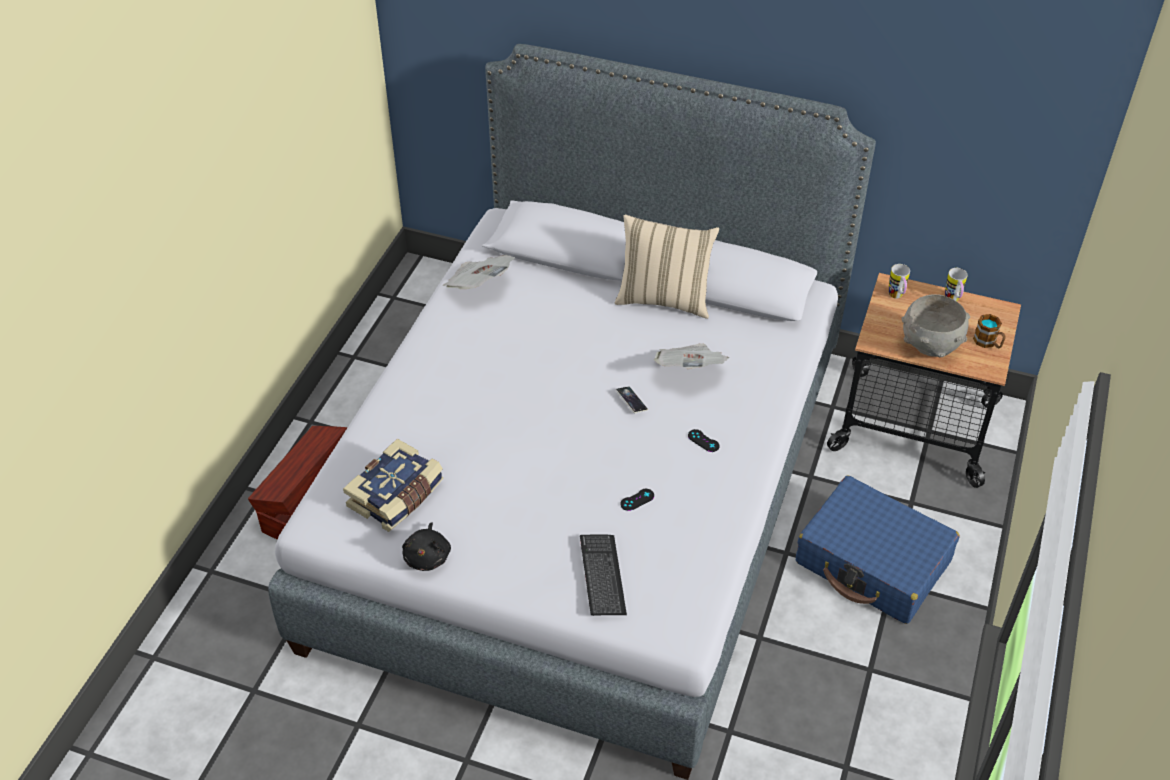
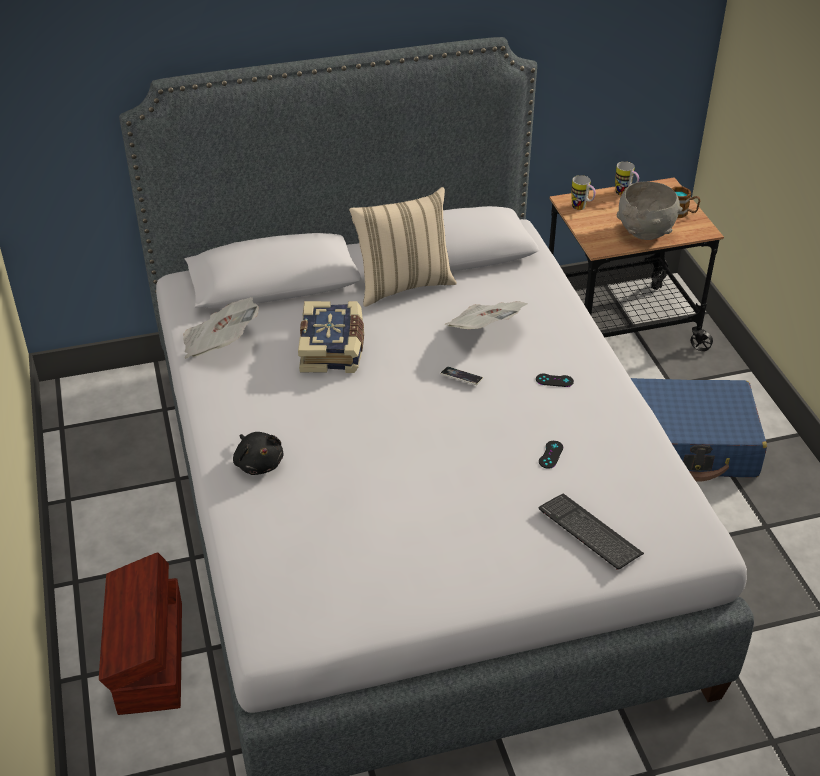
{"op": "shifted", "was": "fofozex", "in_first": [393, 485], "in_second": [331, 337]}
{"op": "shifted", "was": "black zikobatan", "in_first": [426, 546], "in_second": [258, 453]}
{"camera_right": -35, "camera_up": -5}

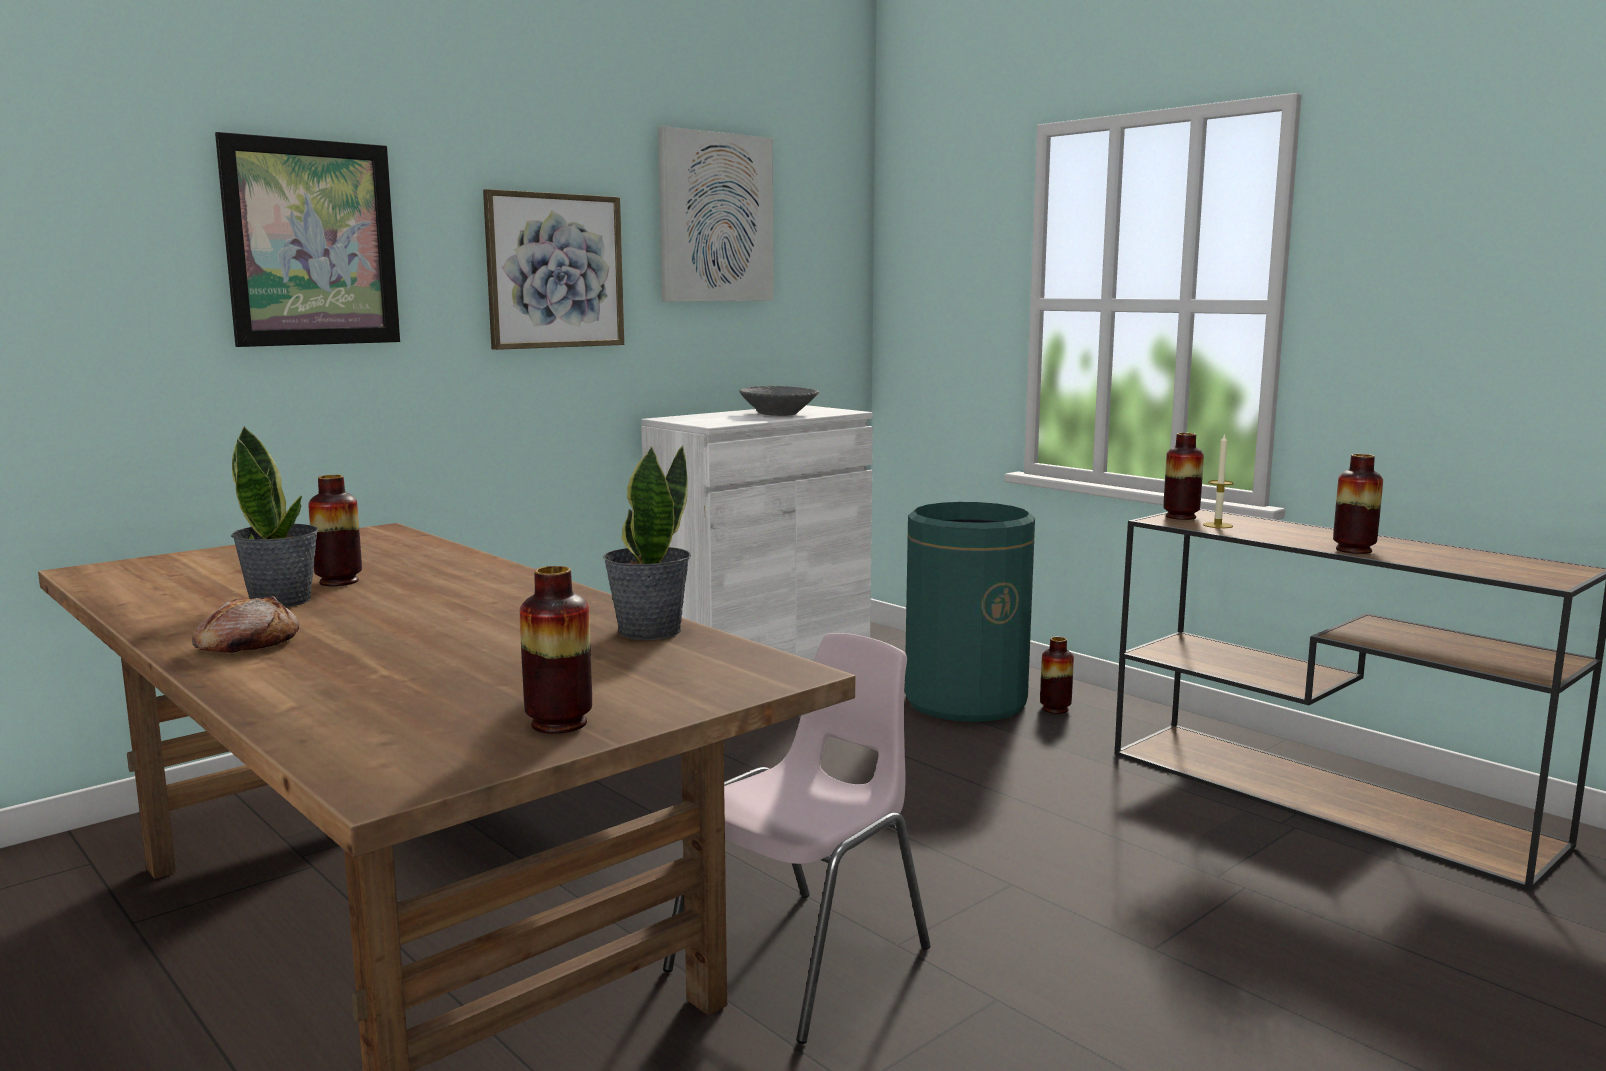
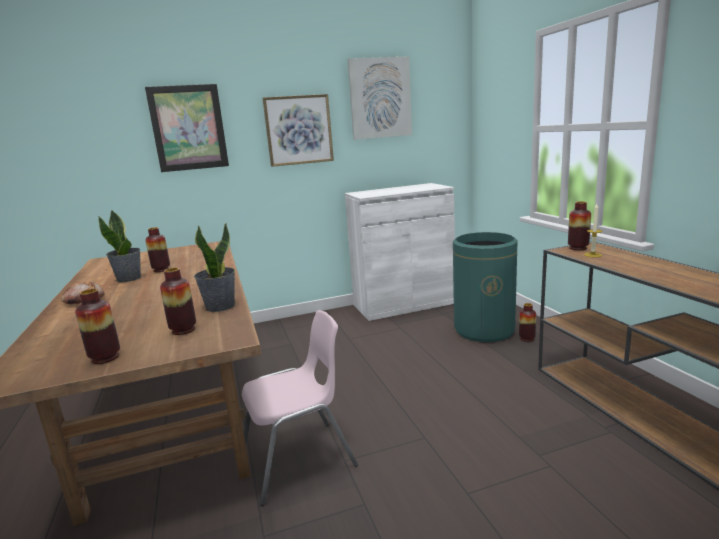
{"op": "gone", "was": "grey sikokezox", "in_first": [779, 401]}
{"op": "shifted", "was": "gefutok", "in_first": [1358, 504], "in_second": [178, 301]}
{"camera_right": 25, "camera_up": 5}

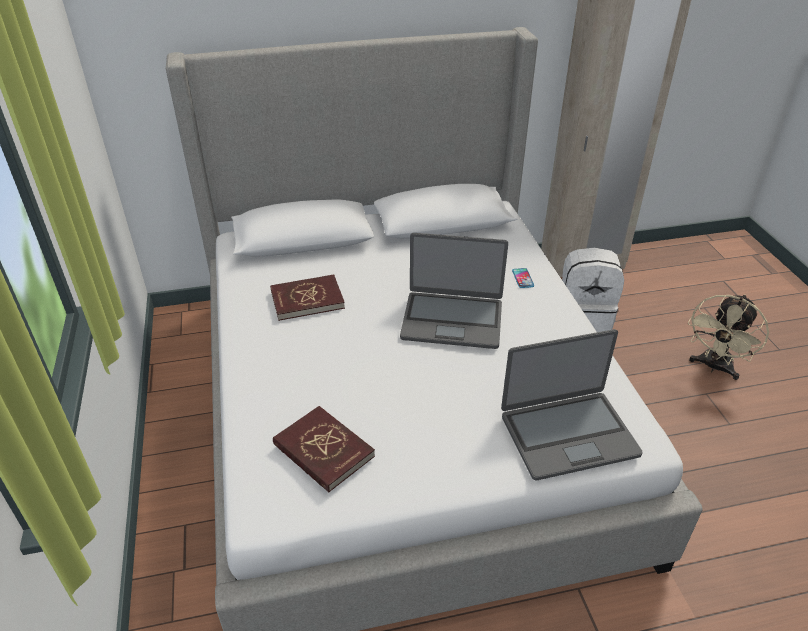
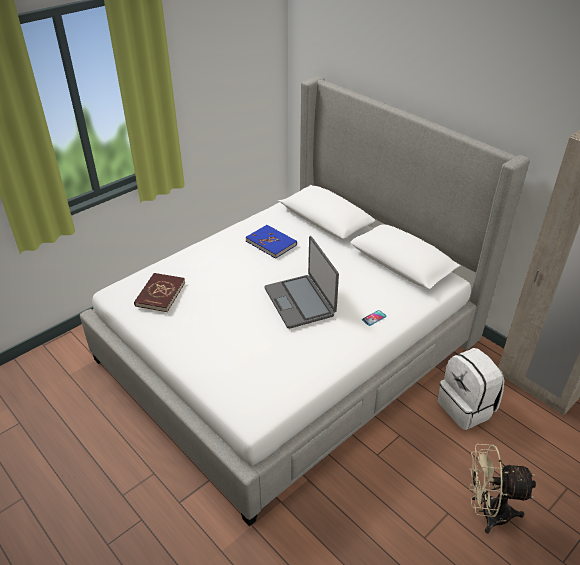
{"op": "gone", "was": "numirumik", "in_first": [572, 404]}
{"op": "repainted", "was": "red fofozex", "now": "blue fofozex", "in_first": [307, 298], "in_second": [271, 242]}
{"camera_right": 60, "camera_up": 0}

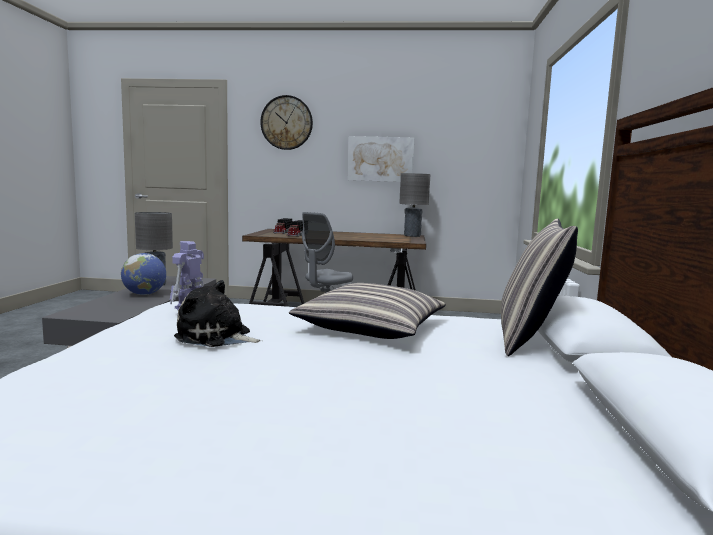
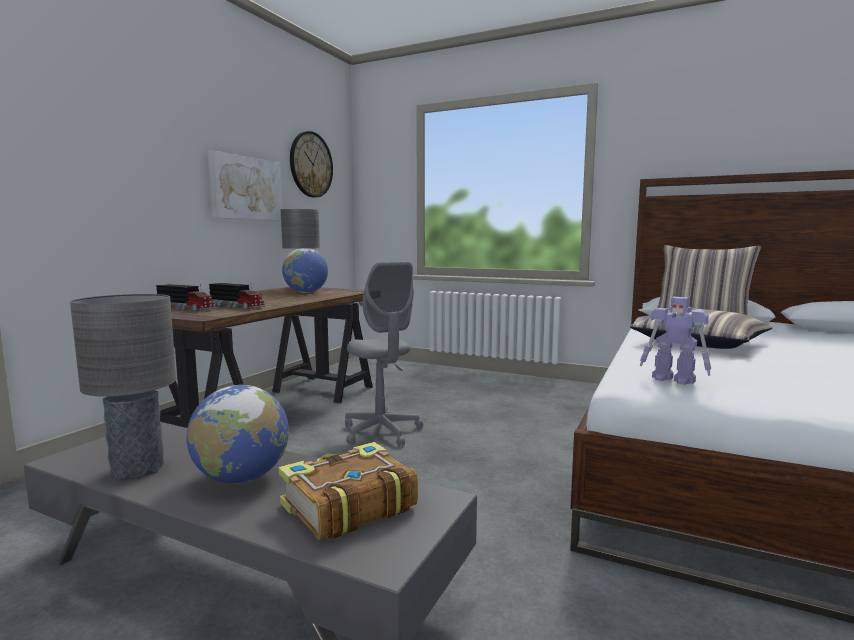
{"op": "gone", "was": "zikobatan", "in_first": [218, 313]}
{"op": "new", "now": "fofozex", "in_second": [348, 491]}
{"op": "new", "now": "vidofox", "in_second": [305, 270]}
{"op": "shifted", "was": "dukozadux", "in_first": [286, 122], "in_second": [311, 164]}
{"camera_right": -70, "camera_up": 0}

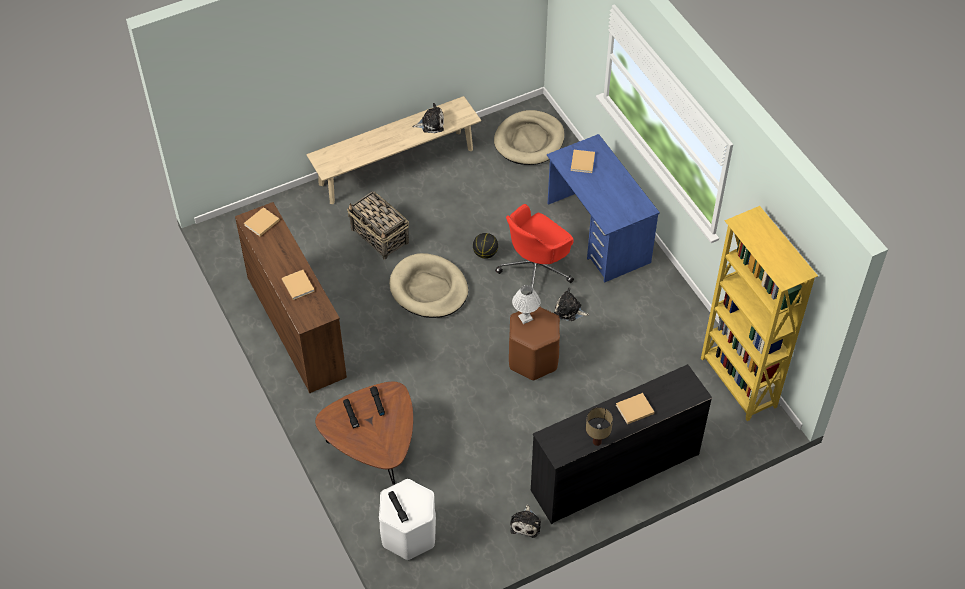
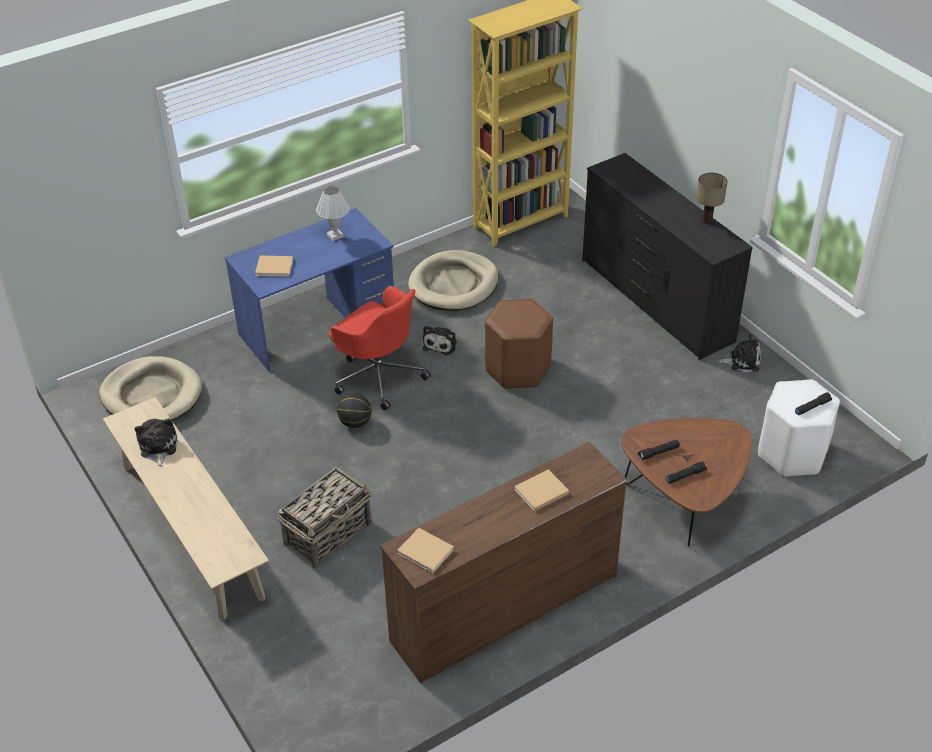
{"op": "gone", "was": "beige fofozex", "in_first": [635, 408]}
{"op": "shifted", "was": "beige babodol", "in_first": [428, 285], "in_second": [453, 280]}
{"op": "shifted", "was": "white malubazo", "in_first": [526, 304], "in_second": [333, 213]}
{"camera_right": -95, "camera_up": -10}

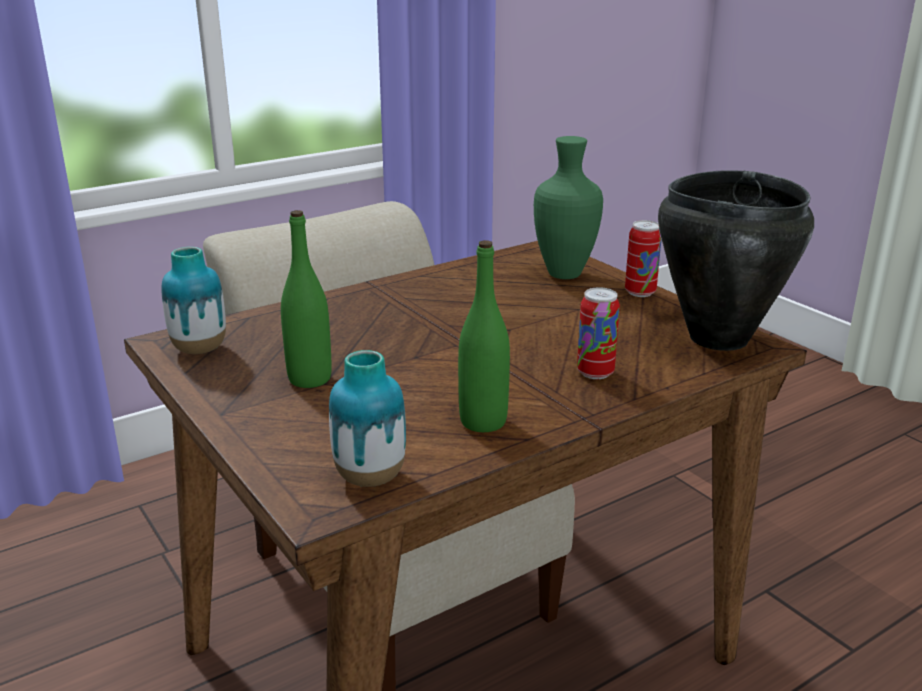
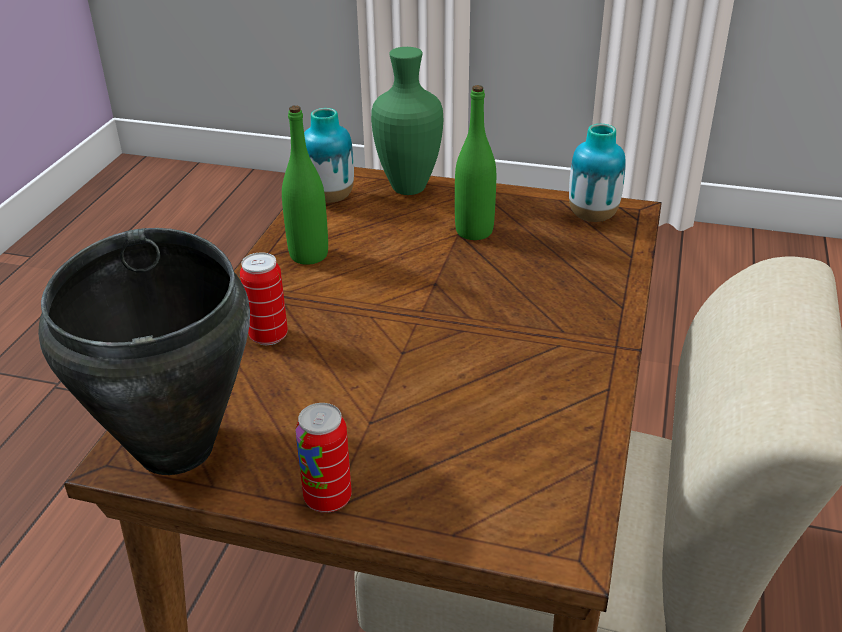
{"op": "shifted", "was": "green gefutok", "in_first": [568, 207], "in_second": [407, 121]}
{"camera_right": 140, "camera_up": 10}

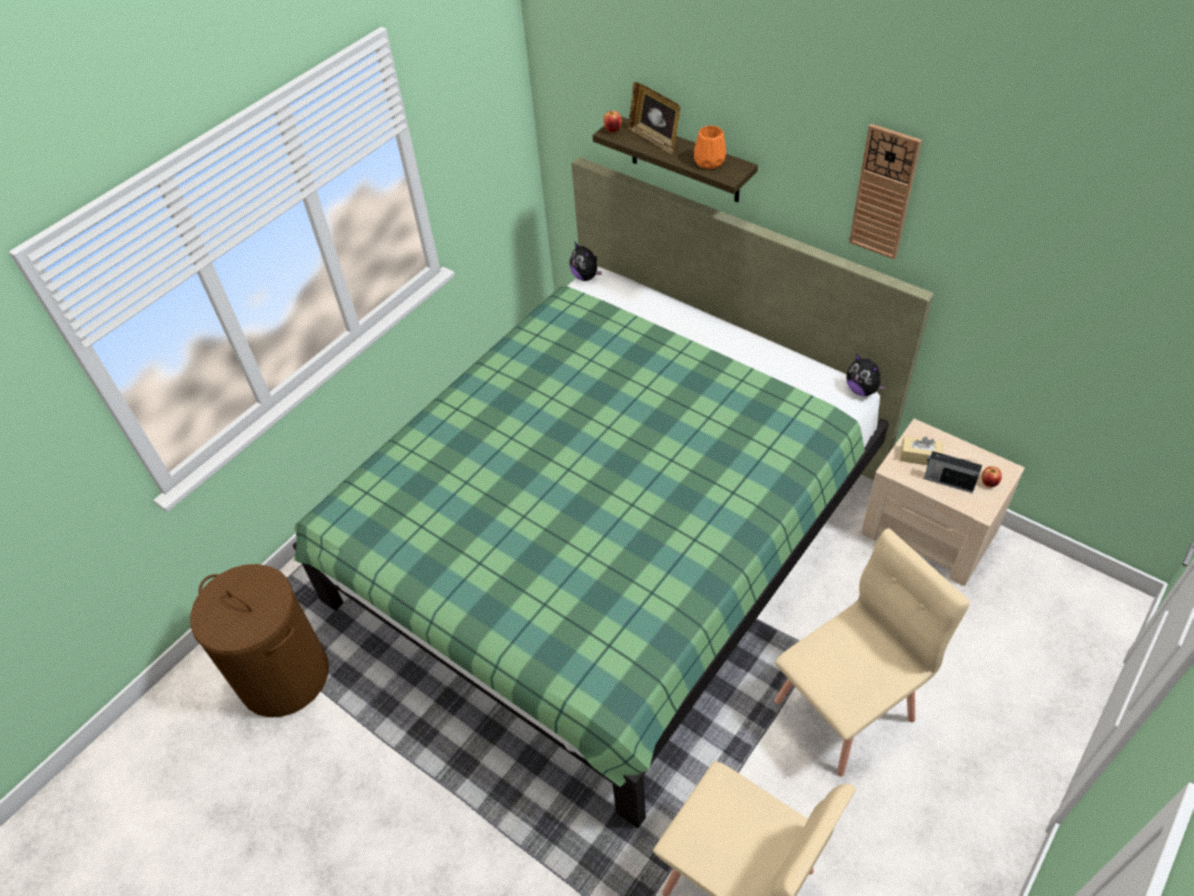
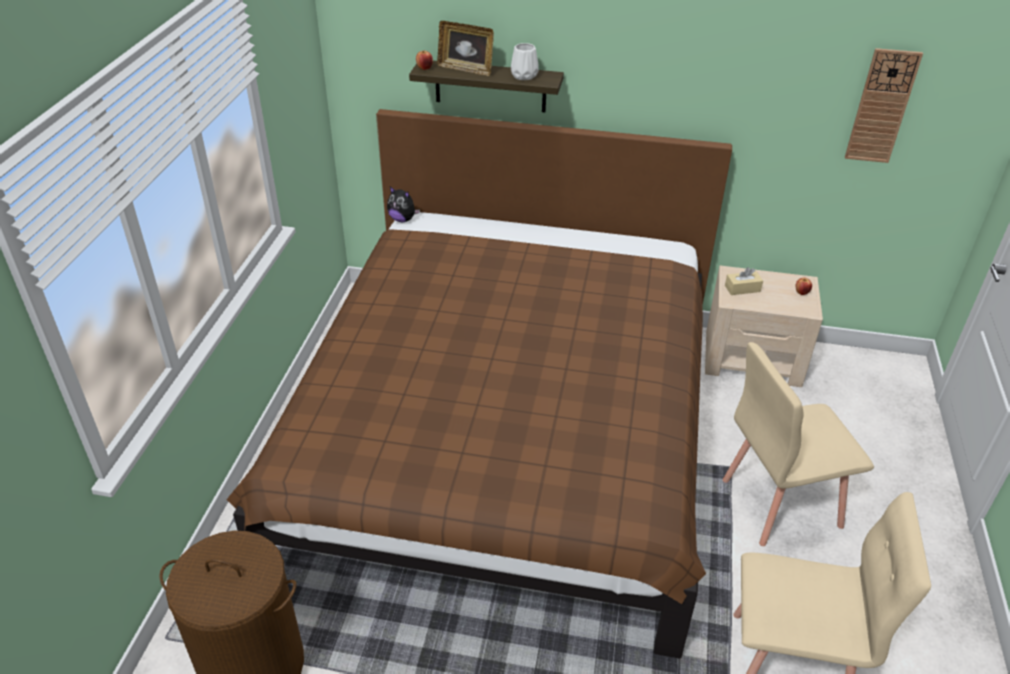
{"op": "gone", "was": "zikobatan", "in_first": [866, 374]}
{"op": "gone", "was": "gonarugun", "in_first": [953, 472]}
{"op": "shifted", "was": "dukozadux", "in_first": [885, 192], "in_second": [884, 105]}
{"op": "repainted", "was": "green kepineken", "now": "brown kepineken", "in_first": [613, 492], "in_second": [479, 384]}
{"op": "repainted", "was": "orange gefutok", "now": "white gefutok", "in_first": [710, 147], "in_second": [524, 61]}
{"op": "rotated", "was": "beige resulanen", "in_first": [872, 652], "in_second": [798, 444], "clockwise": -135}
{"camera_right": -30, "camera_up": -10}

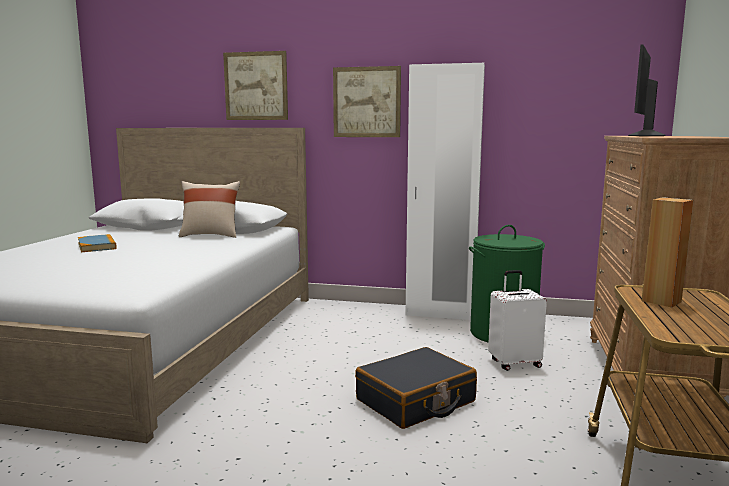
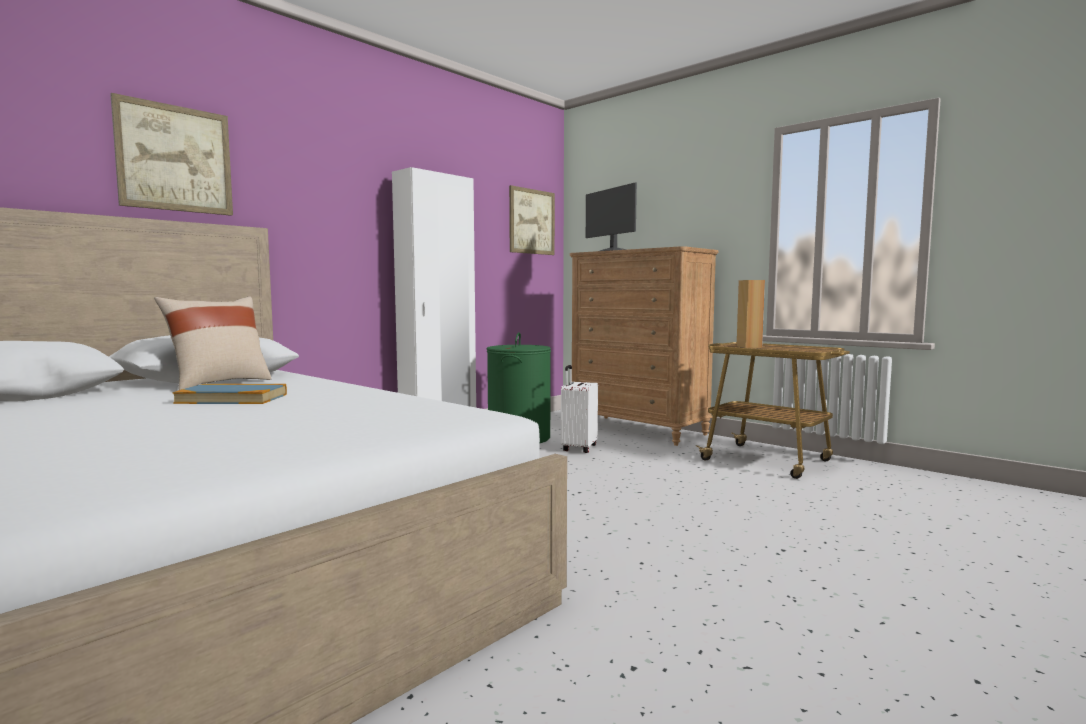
{"op": "gone", "was": "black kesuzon", "in_first": [416, 388]}
{"op": "shifted", "was": "fofozex", "in_first": [97, 243], "in_second": [230, 394]}
{"op": "shifted", "was": "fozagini", "in_first": [367, 101], "in_second": [532, 220]}
{"camera_right": -60, "camera_up": -5}

